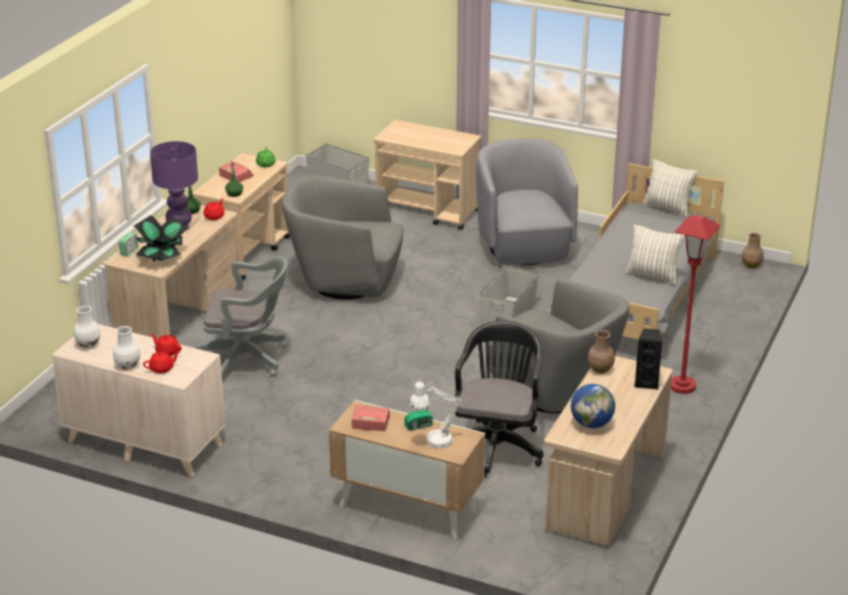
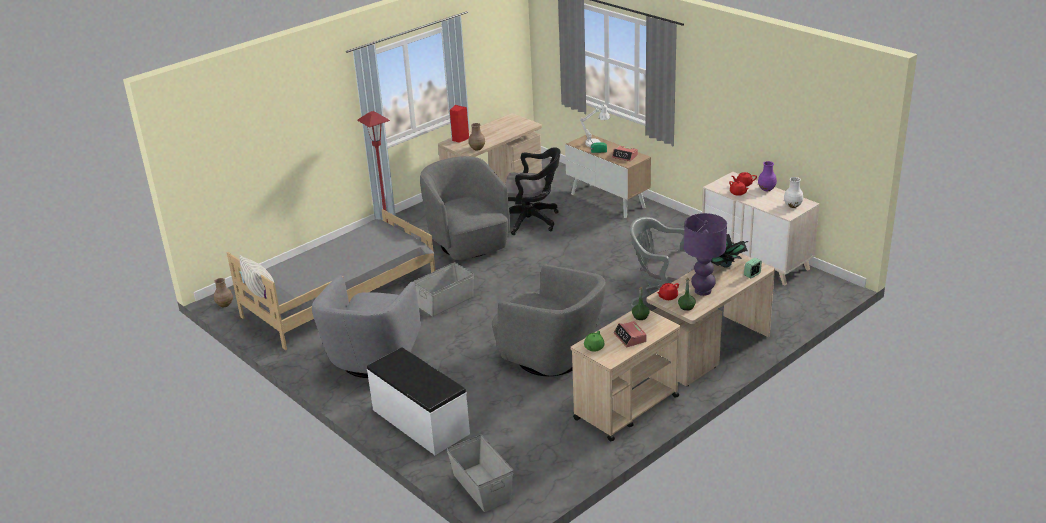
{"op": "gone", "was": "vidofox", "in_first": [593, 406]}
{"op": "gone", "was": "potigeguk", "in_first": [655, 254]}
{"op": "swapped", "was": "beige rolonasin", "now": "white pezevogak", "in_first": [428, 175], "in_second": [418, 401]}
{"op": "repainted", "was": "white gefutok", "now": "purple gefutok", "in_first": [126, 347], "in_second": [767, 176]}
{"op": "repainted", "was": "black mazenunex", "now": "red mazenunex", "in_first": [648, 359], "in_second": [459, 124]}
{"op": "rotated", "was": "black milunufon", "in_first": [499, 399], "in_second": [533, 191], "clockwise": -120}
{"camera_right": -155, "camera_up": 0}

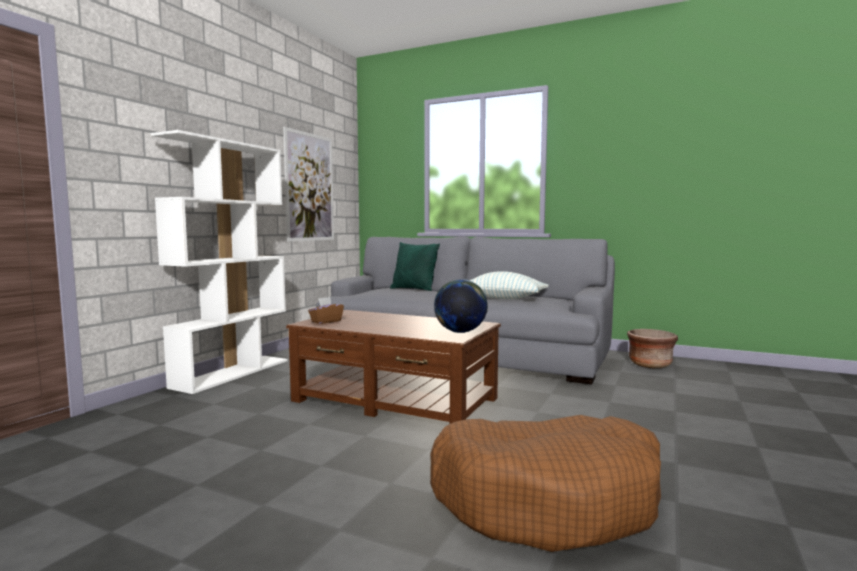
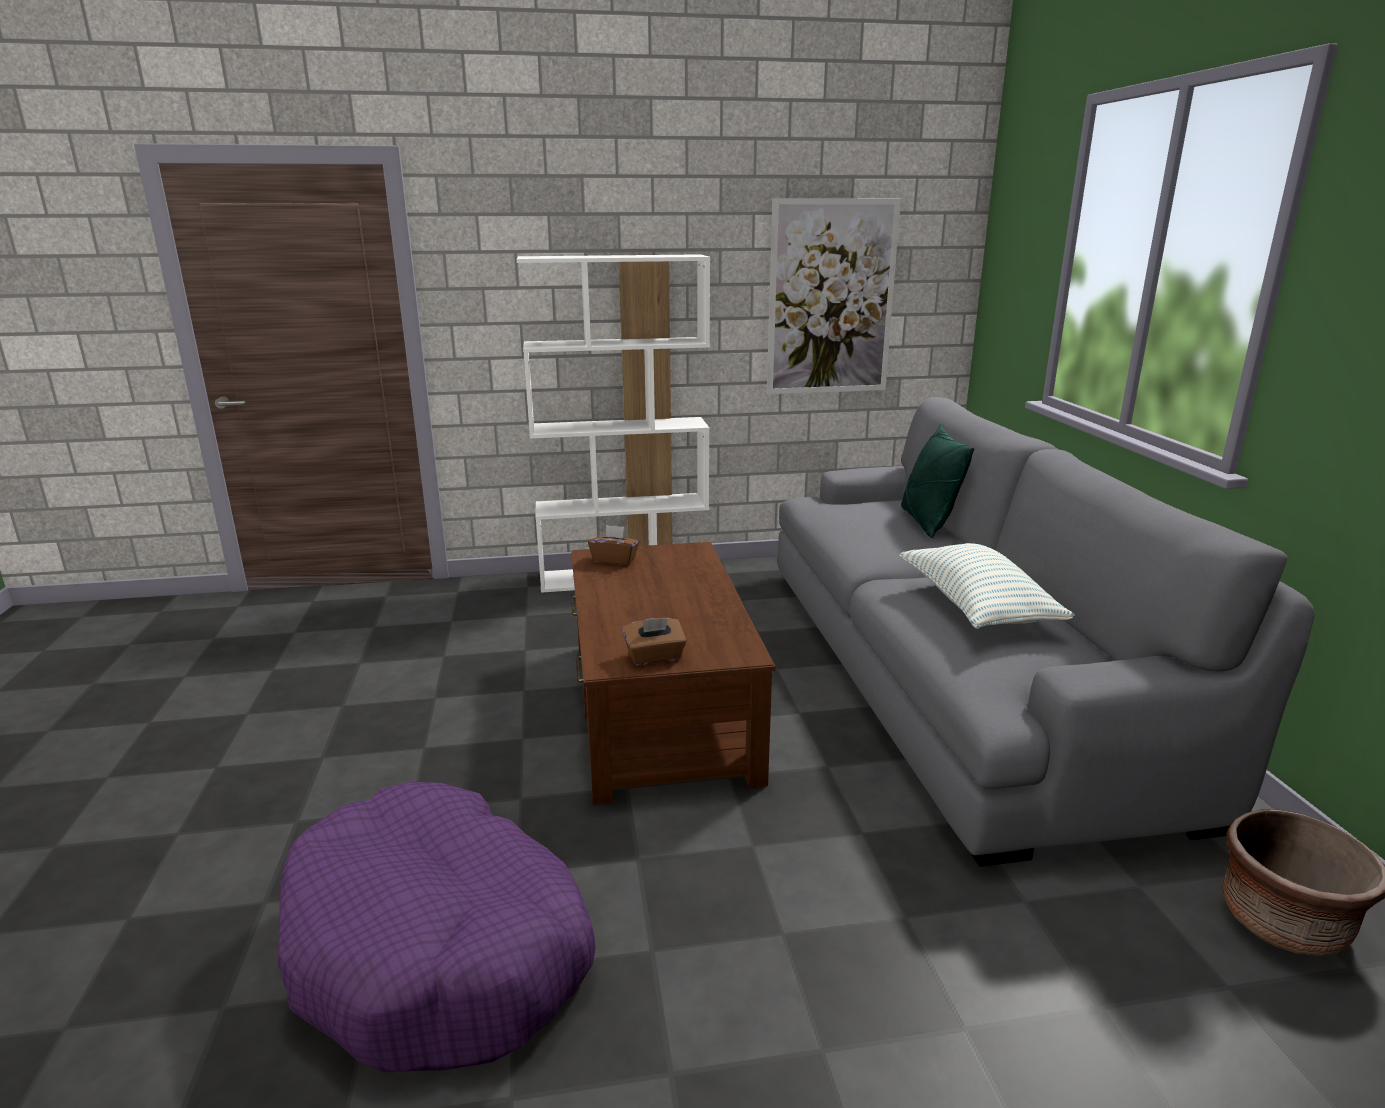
{"op": "swapped", "was": "vidofox", "now": "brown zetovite", "in_first": [461, 306], "in_second": [654, 641]}
{"op": "repainted", "was": "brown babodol", "now": "purple babodol", "in_first": [545, 483], "in_second": [436, 927]}
{"camera_right": 55, "camera_up": 15}

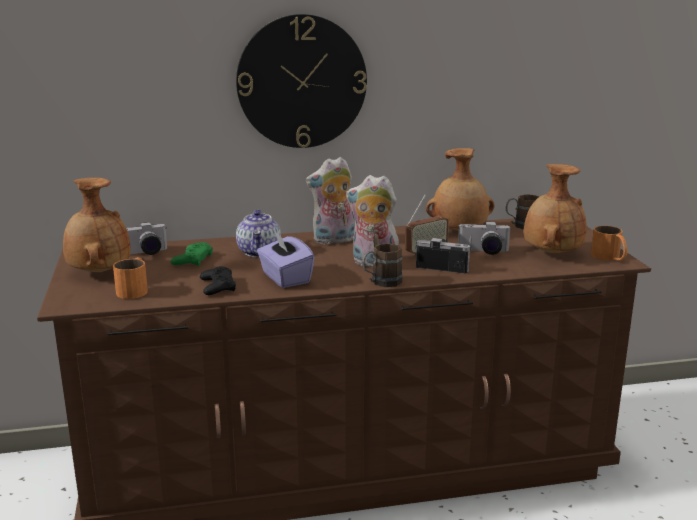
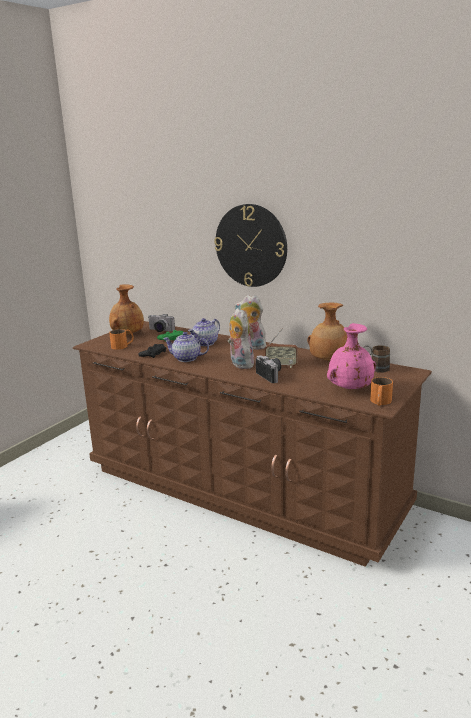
{"op": "gone", "was": "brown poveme", "in_first": [382, 265]}
{"op": "gone", "was": "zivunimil", "in_first": [484, 238]}
{"op": "swapped", "was": "purple zetovite", "now": "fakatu", "in_first": [286, 259], "in_second": [186, 347]}
{"op": "repainted", "was": "brown gefutok", "now": "pink gefutok", "in_first": [555, 209], "in_second": [351, 356]}
{"camera_right": 45, "camera_up": 0}

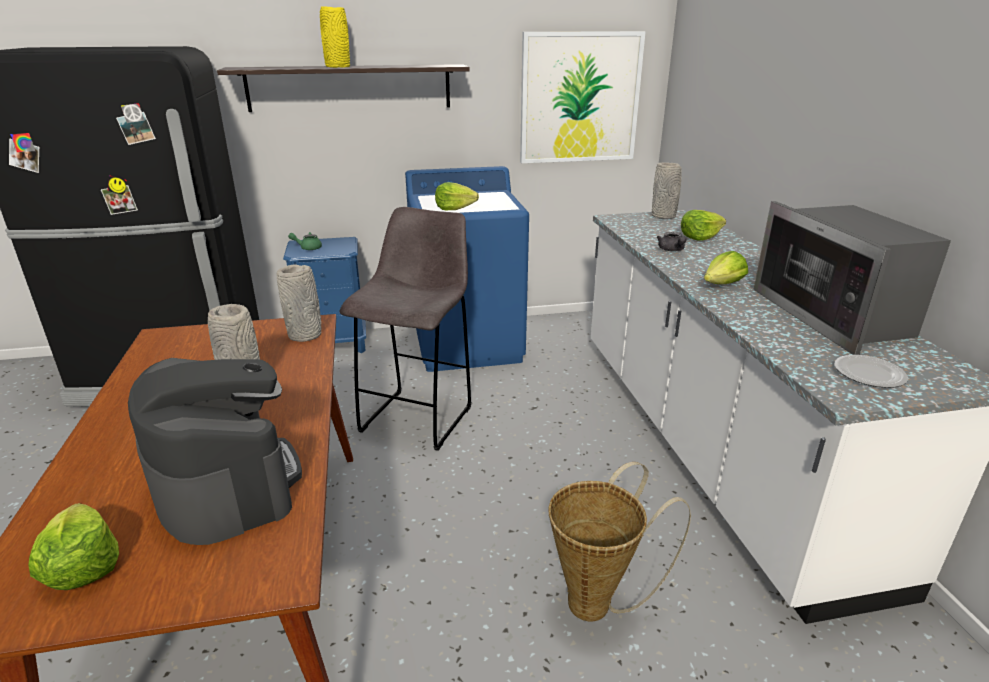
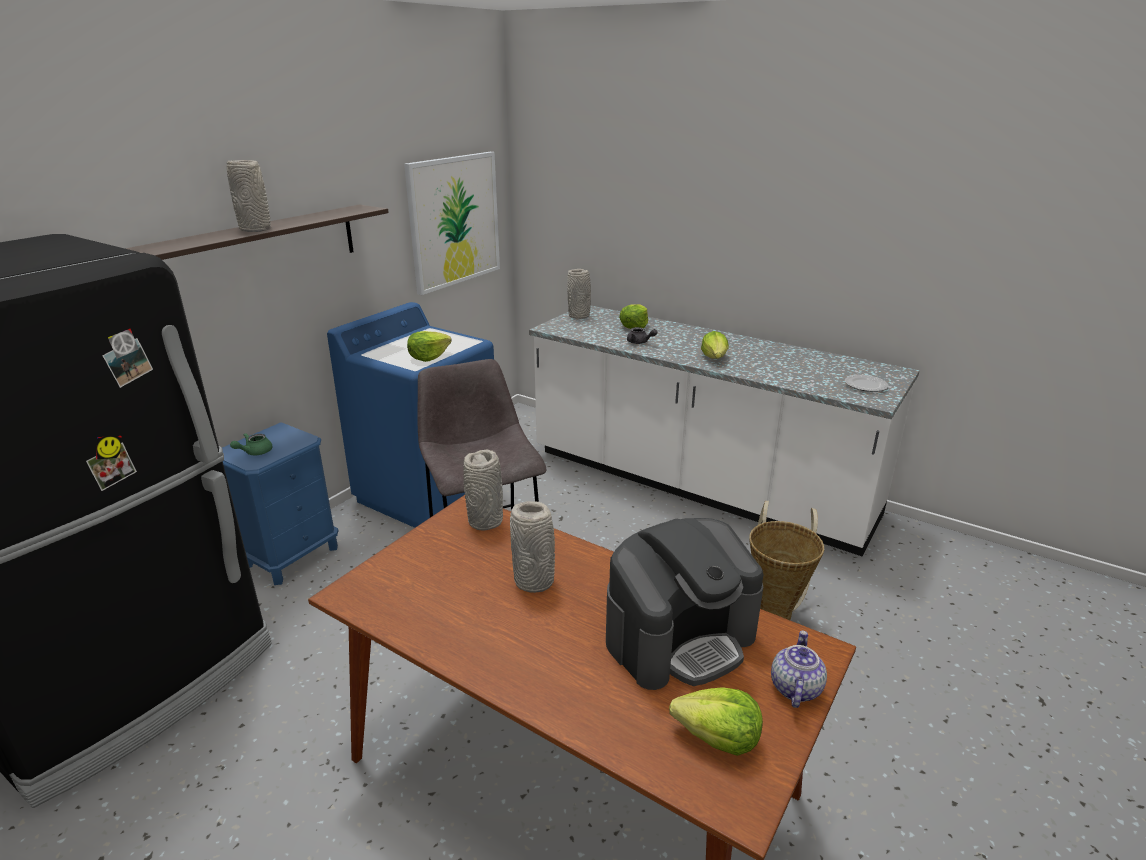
{"op": "gone", "was": "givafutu", "in_first": [852, 278]}
{"op": "new", "now": "fakatu", "in_second": [799, 669]}
{"op": "repainted", "was": "yellow gefutok", "now": "grey gefutok", "in_first": [335, 37], "in_second": [248, 196]}
{"op": "rotated", "was": "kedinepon", "in_first": [215, 451], "in_second": [685, 604], "clockwise": 135}
{"camera_right": -45, "camera_up": 0}

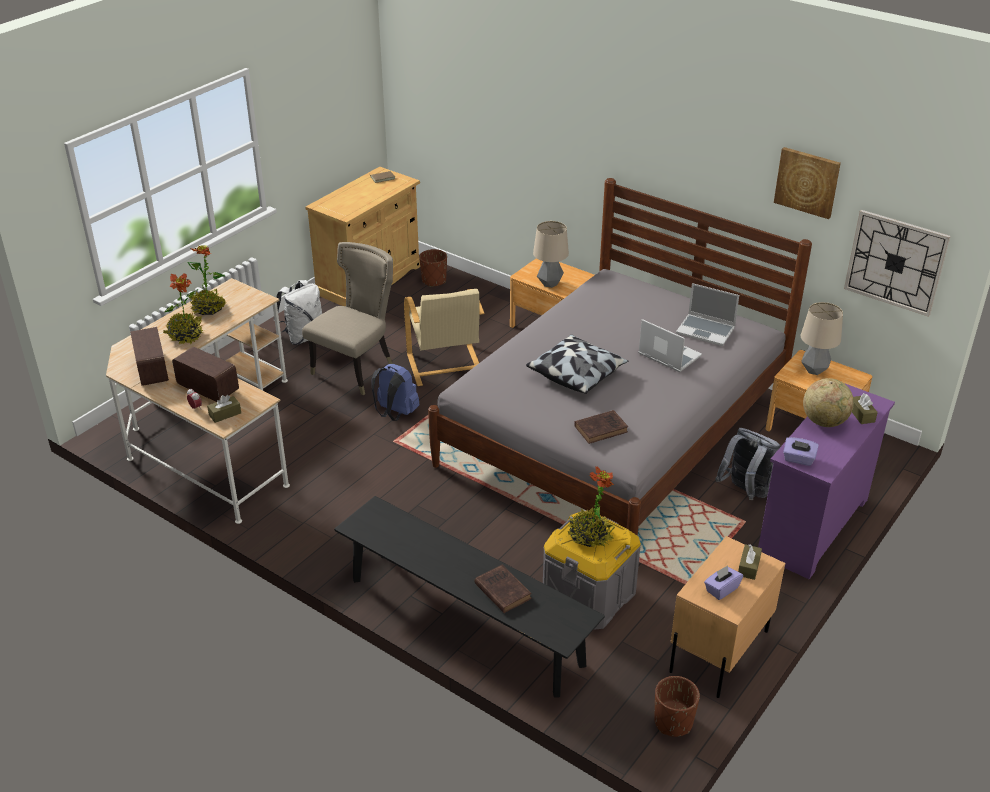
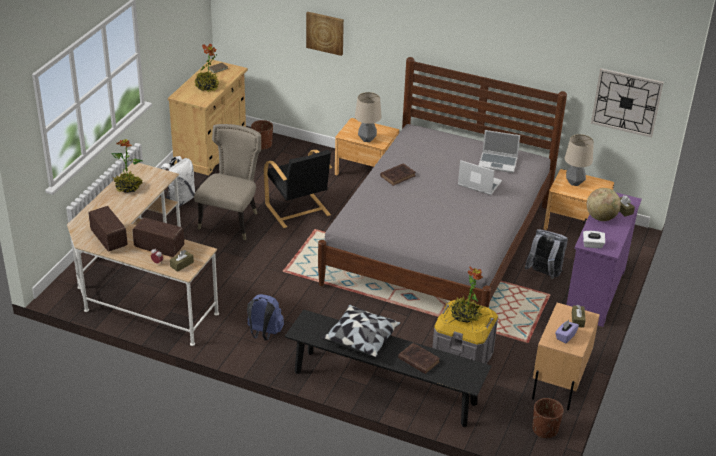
{"op": "shifted", "was": "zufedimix", "in_first": [183, 308], "in_second": [207, 68]}
{"op": "shifted", "was": "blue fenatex", "in_first": [396, 392], "in_second": [265, 317]}
{"op": "shifted", "was": "potigeguk", "in_first": [577, 364], "in_second": [361, 331]}
{"op": "shifted", "was": "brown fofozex", "in_first": [601, 427], "in_second": [398, 174]}
{"op": "shifted", "was": "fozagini", "in_first": [807, 183], "in_second": [325, 34]}
{"op": "repainted", "was": "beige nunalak", "now": "black nunalak", "in_first": [444, 337], "in_second": [298, 189]}
{"op": "repainted", "was": "purple zetovite", "now": "white zetovite", "in_first": [801, 451], "in_second": [594, 239]}
{"camera_right": -15, "camera_up": 0}

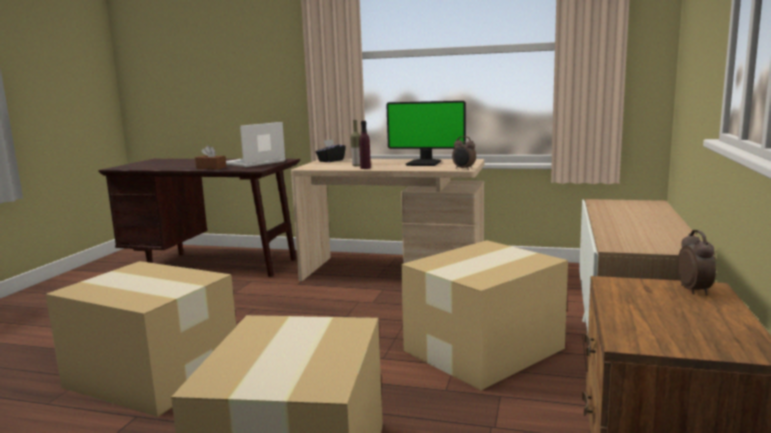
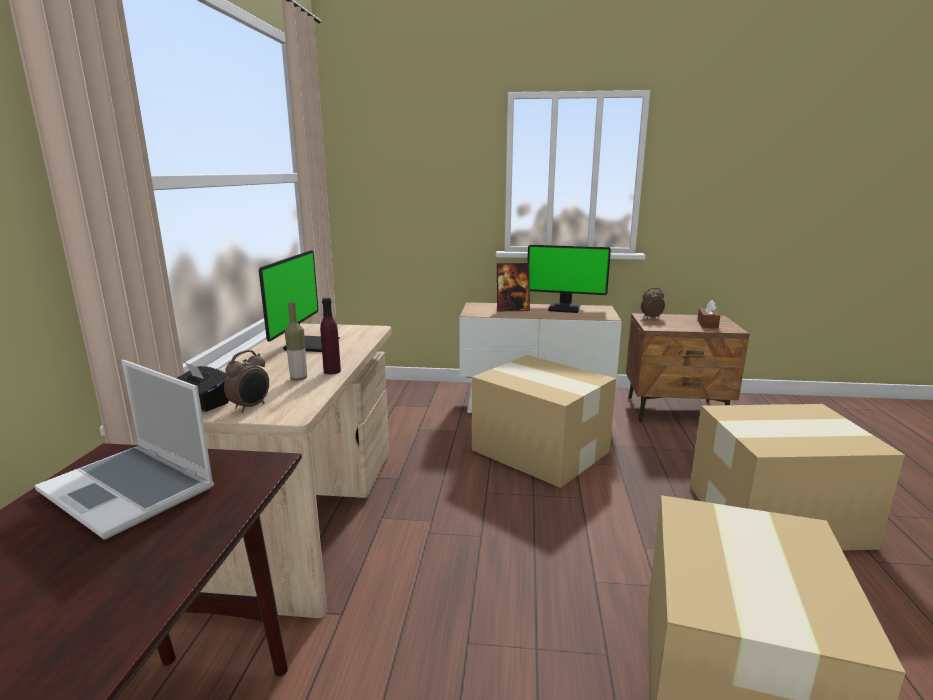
{"op": "new", "now": "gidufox", "in_second": [513, 287]}
{"op": "new", "now": "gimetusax", "in_second": [569, 279]}
{"op": "shifted", "was": "brown zetovite", "in_first": [210, 157], "in_second": [708, 314]}
{"op": "shifted", "was": "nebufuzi", "in_first": [464, 153], "in_second": [246, 381]}
{"camera_right": -100, "camera_up": 5}

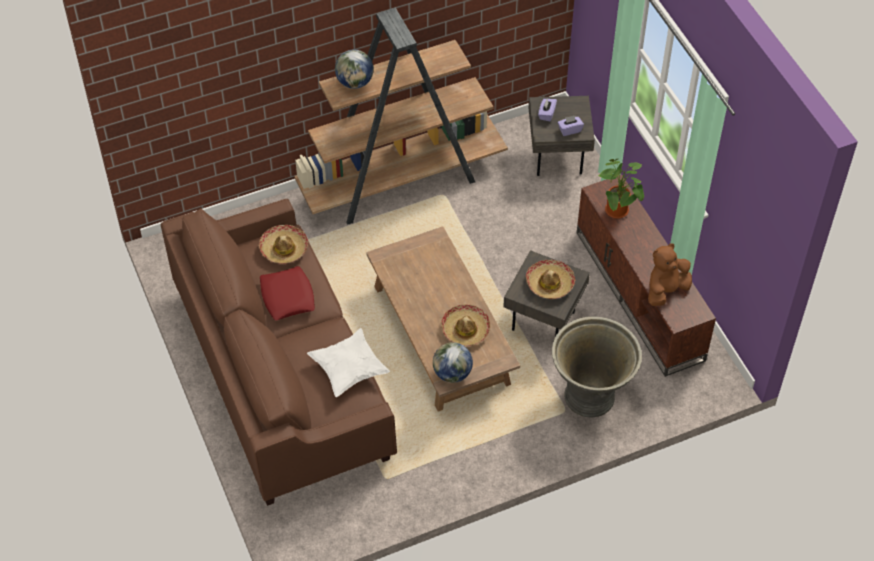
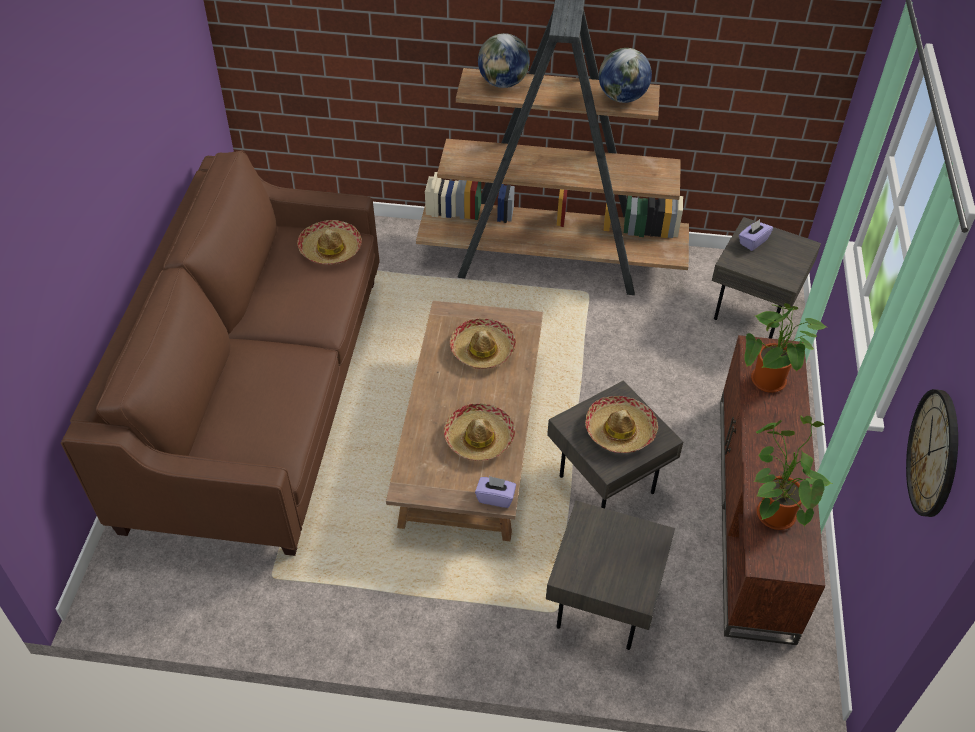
{"op": "gone", "was": "red potigeguk", "in_first": [287, 293]}
{"op": "gone", "was": "white potigeguk", "in_first": [348, 362]}
{"op": "new", "now": "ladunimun", "in_second": [483, 343]}
{"op": "new", "now": "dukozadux", "in_second": [932, 453]}
{"op": "shifted", "was": "vidofox", "in_first": [453, 362], "in_second": [625, 75]}
{"op": "shifted", "was": "purple zetovite", "in_first": [571, 126], "in_second": [495, 492]}
{"op": "swapped", "was": "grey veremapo", "now": "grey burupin", "in_first": [597, 366], "in_second": [610, 575]}
{"op": "swapped", "was": "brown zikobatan", "now": "zufedimix", "in_first": [670, 274], "in_second": [793, 472]}
{"camera_right": 30, "camera_up": -5}

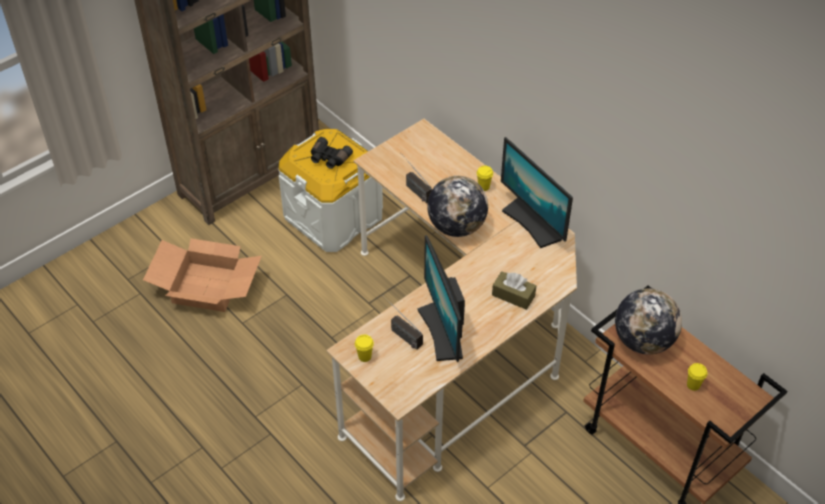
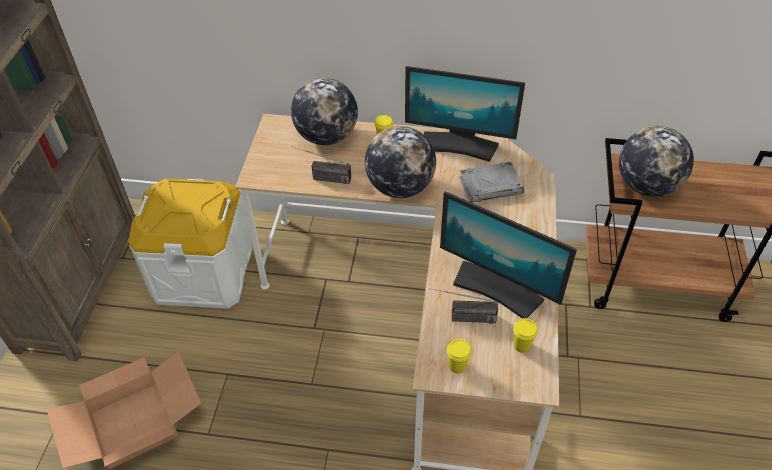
{"op": "gone", "was": "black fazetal", "in_first": [332, 153]}
{"op": "gone", "was": "brown zetovite", "in_first": [514, 290]}
{"op": "new", "now": "vidofox", "in_second": [324, 111]}
{"op": "new", "now": "grey fofozex", "in_second": [491, 182]}
{"op": "shifted", "was": "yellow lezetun", "in_first": [697, 377], "in_second": [525, 335]}
{"camera_right": -40, "camera_up": 0}

